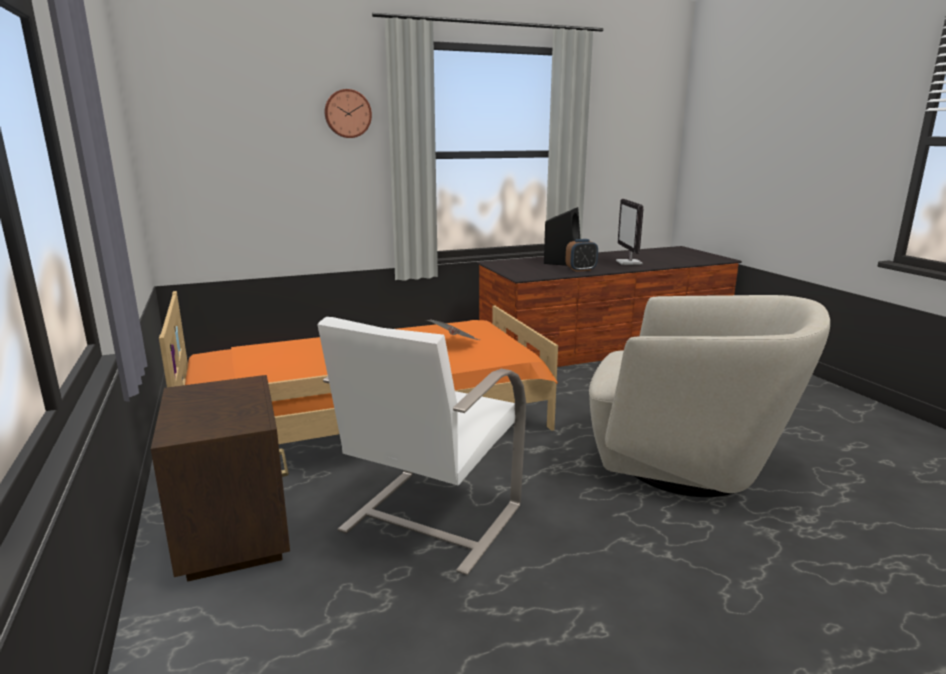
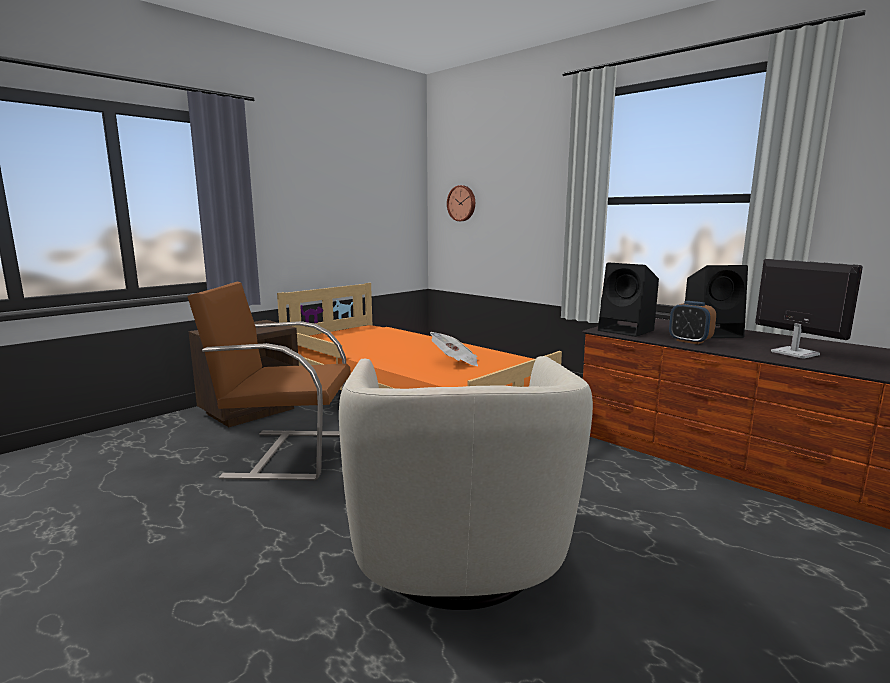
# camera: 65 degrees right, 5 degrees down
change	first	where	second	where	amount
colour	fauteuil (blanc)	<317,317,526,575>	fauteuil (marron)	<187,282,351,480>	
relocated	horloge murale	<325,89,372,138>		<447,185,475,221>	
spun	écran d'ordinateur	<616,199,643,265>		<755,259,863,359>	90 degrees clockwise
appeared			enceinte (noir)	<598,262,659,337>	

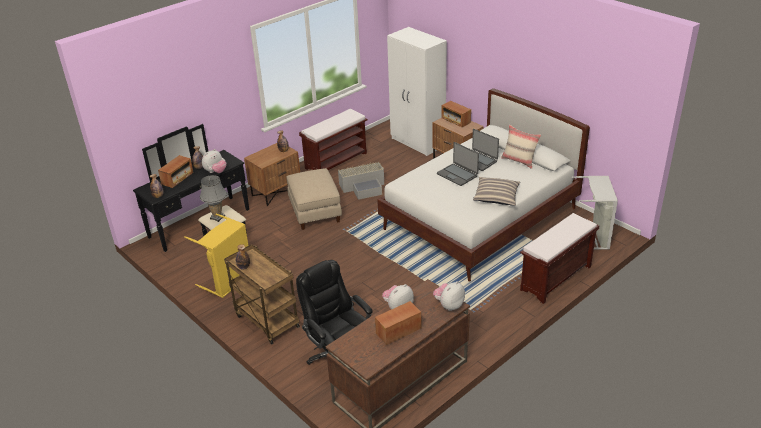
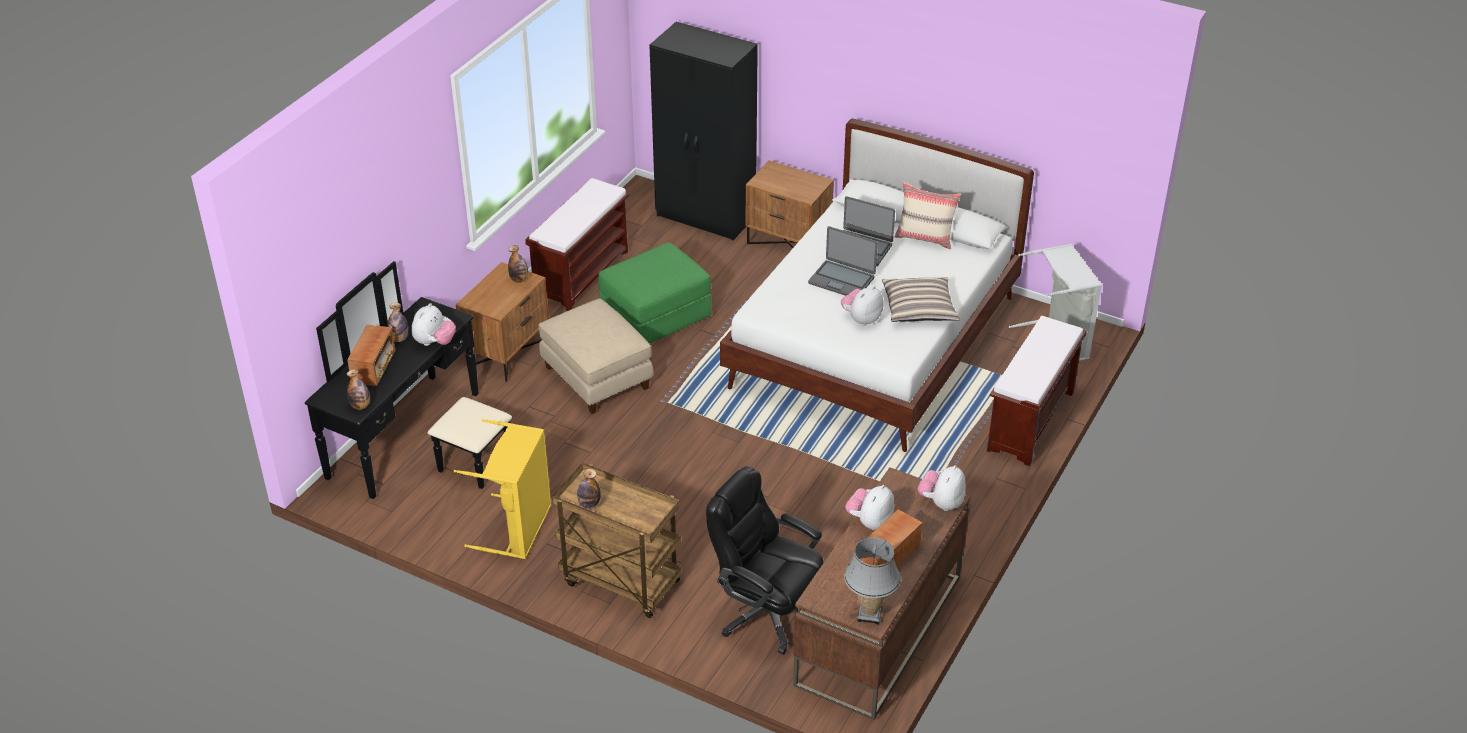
# camera: 20 degrees left, 5 degrees up
change	first	where	second	where	amount
relocated	lampe de table (gris)	<200,175,227,222>		<844,537,901,625>	
exchanged	boîte de rangement (gris)	<338,161,384,200>	pouf (vert)	<598,242,711,343>	
colour	armoire (blanc)	<387,27,447,156>	armoire (noir)	<649,22,758,240>	
missing	radio	<441,101,471,127>			
appeared			peluche	<841,286,883,326>	

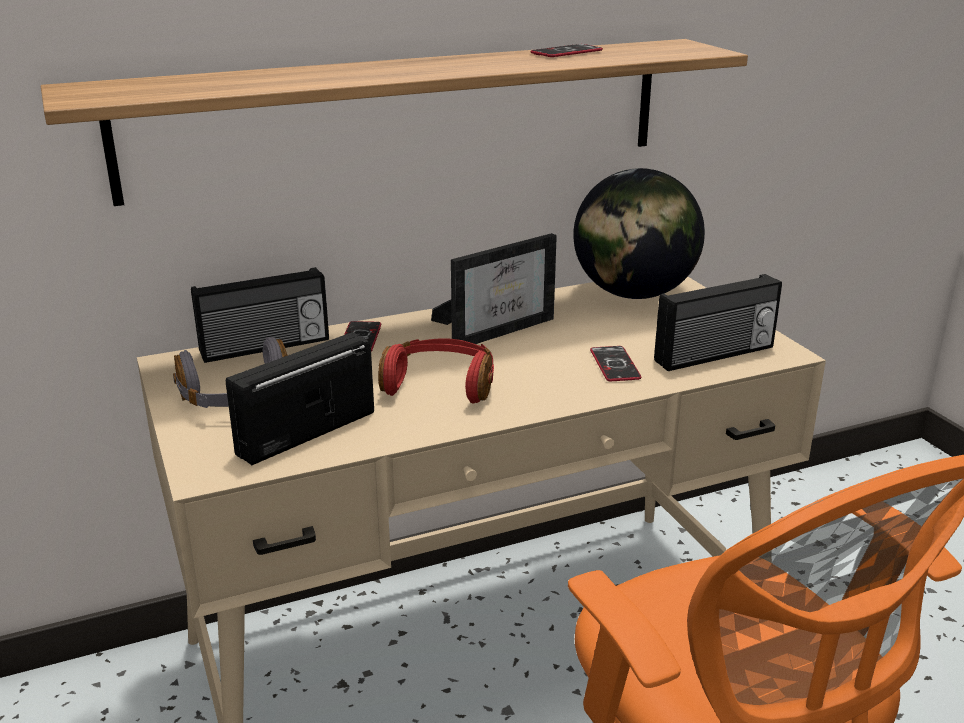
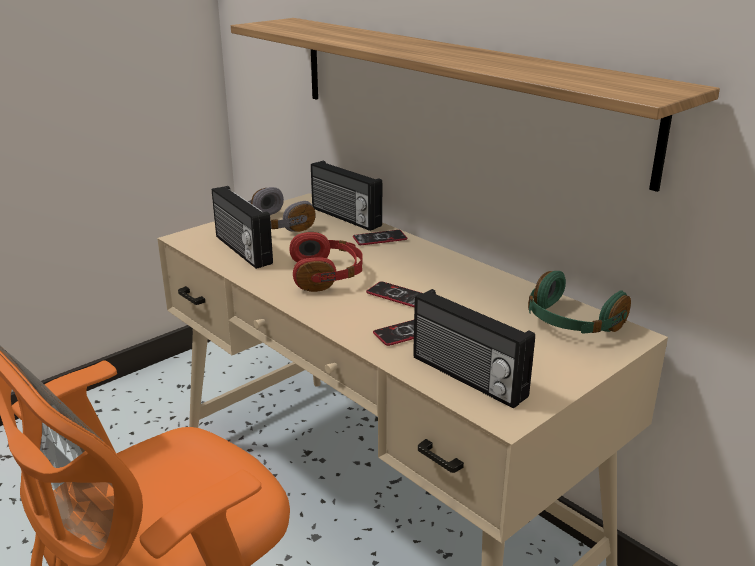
# camera: 70 degrees right, 0 degrees up
change	first	where	second	where	amount
spun	radio	<226,332,374,465>		<212,186,273,269>	150 degrees counterclockwise
missing	cadre photo	<431,233,557,344>			
relocated	téléphone	<531,44,603,57>		<366,281,423,307>	
exchanged	globe	<573,168,705,299>	casque audio (vert)	<528,271,631,334>	

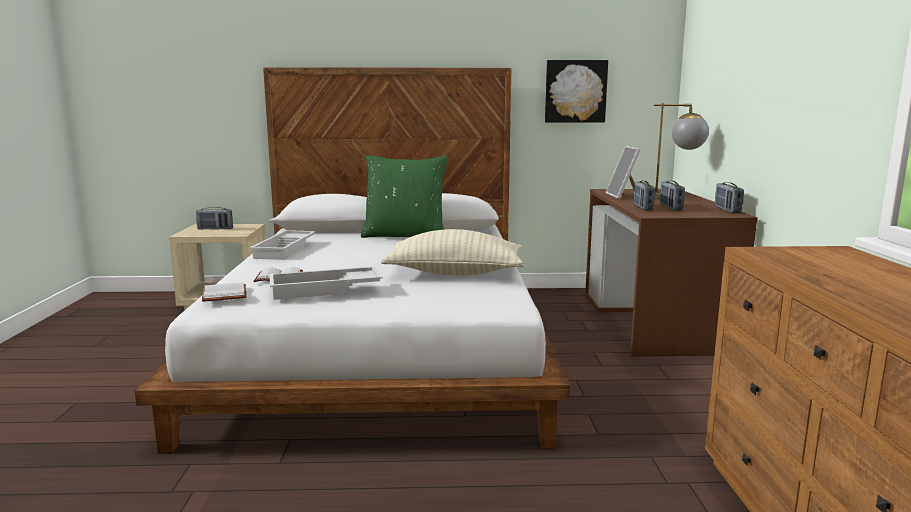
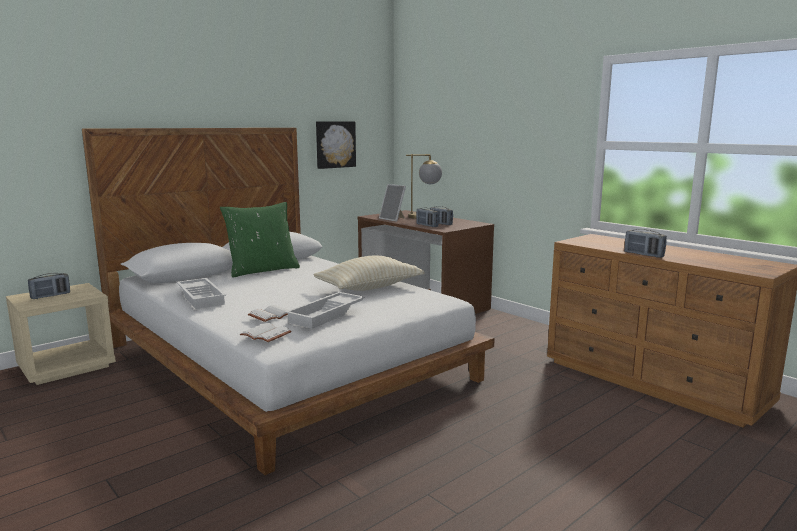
# camera: 40 degrees left, 0 degrees up
change	first	where	second	where	amount
relocated	radio	<715,182,744,213>		<624,229,667,258>	

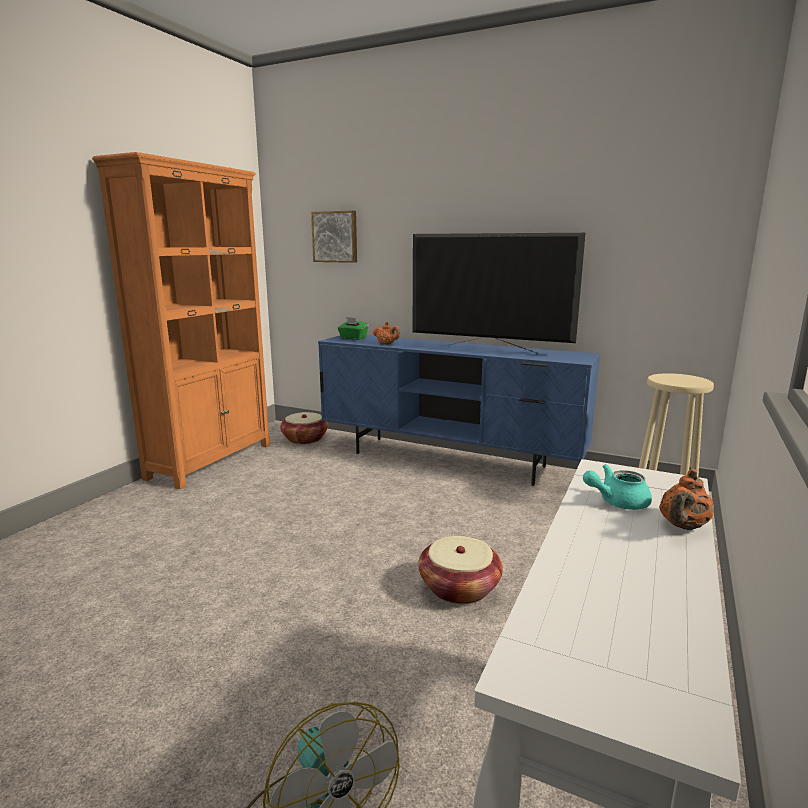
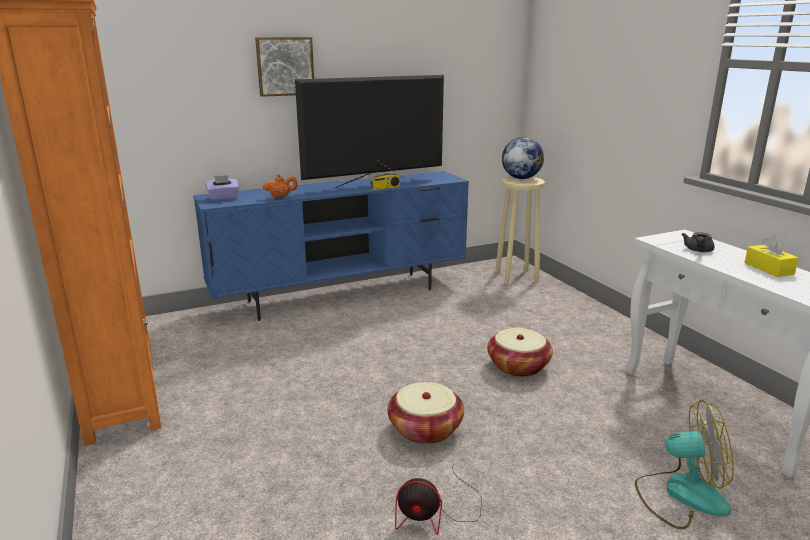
# camera: 50 degrees left, 5 degrees up
change	first	where	second	where	amount
relocated	panier	<280,412,328,444>		<388,382,464,444>	
relocated	tableau	<311,211,357,263>		<255,37,314,97>	
colour	boîte à mouchoirs (vert)	<338,317,368,340>	boîte à mouchoirs (violet)	<205,175,239,201>	
colour	théière (turquoise)	<583,464,652,510>	théière (gris)	<681,232,715,252>	
missing	théière (orange)	<659,469,714,530>			
appeared			radio	<370,159,400,190>	
appeared			ventilateur	<395,462,482,535>	
appeared			globe	<502,137,544,179>	
appeared			boîte à mouchoirs (jaune)	<744,235,799,277>	

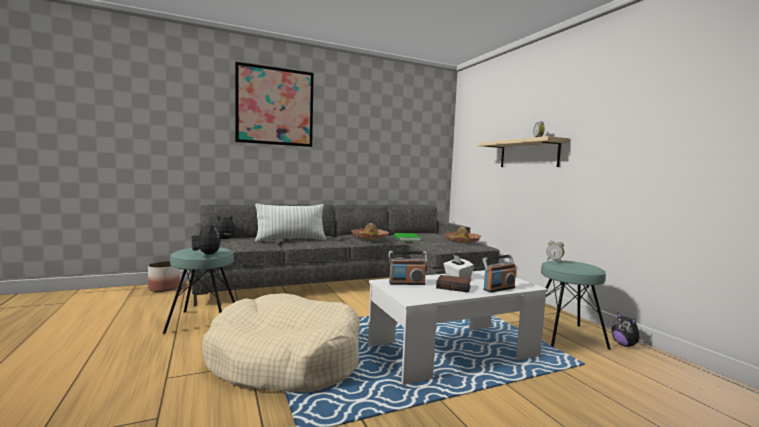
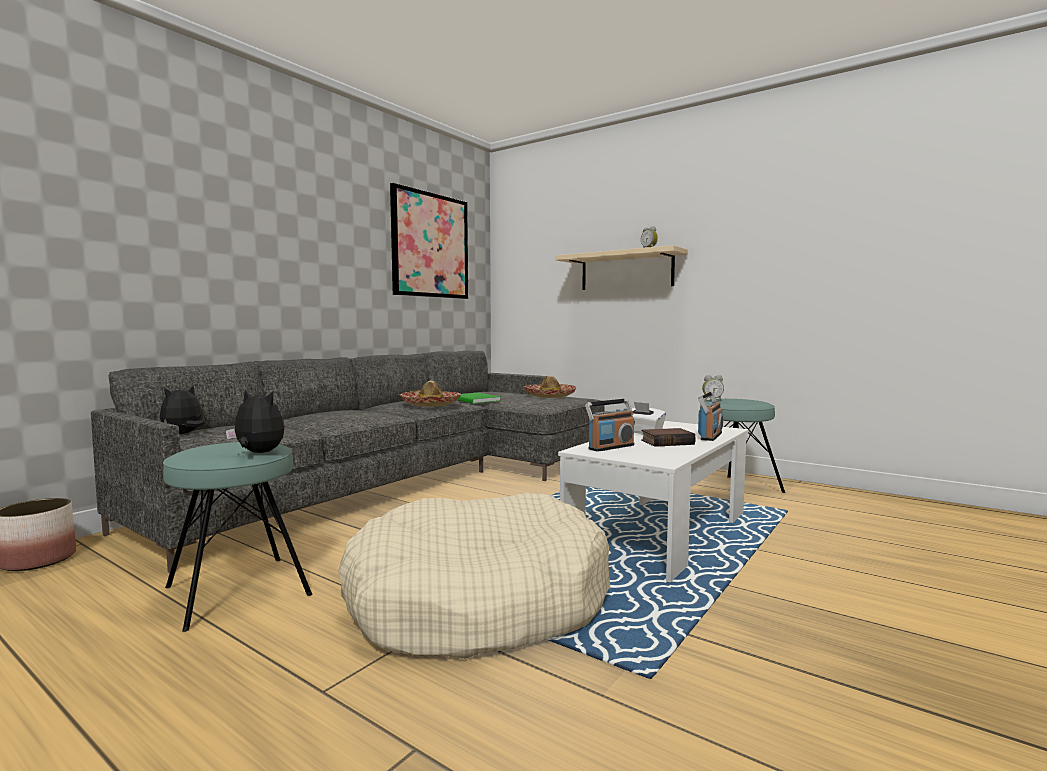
# camera: 30 degrees left, 0 degrees up
change	first	where	second	where	amount
relocated	tableau	<235,61,314,147>		<390,183,468,299>	
missing	coussin	<255,204,326,242>			
missing	peluche	<611,312,645,347>			

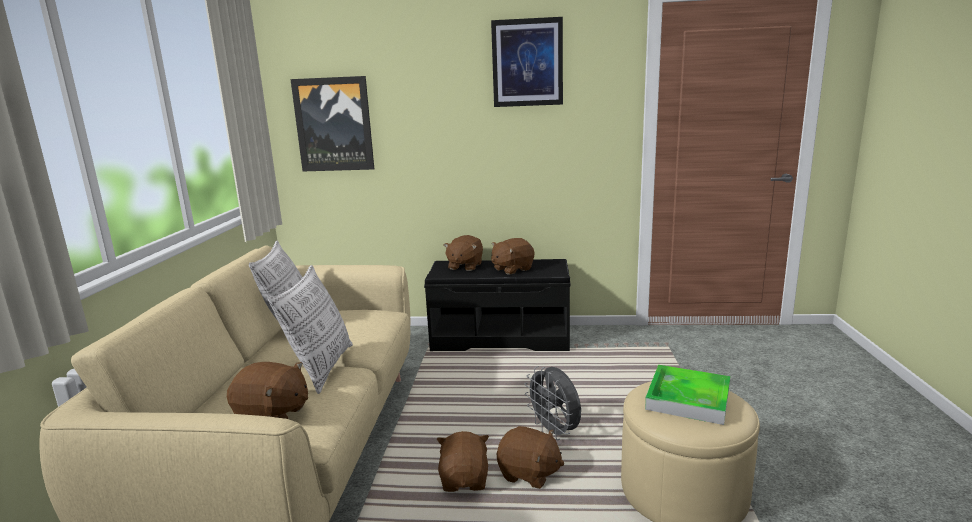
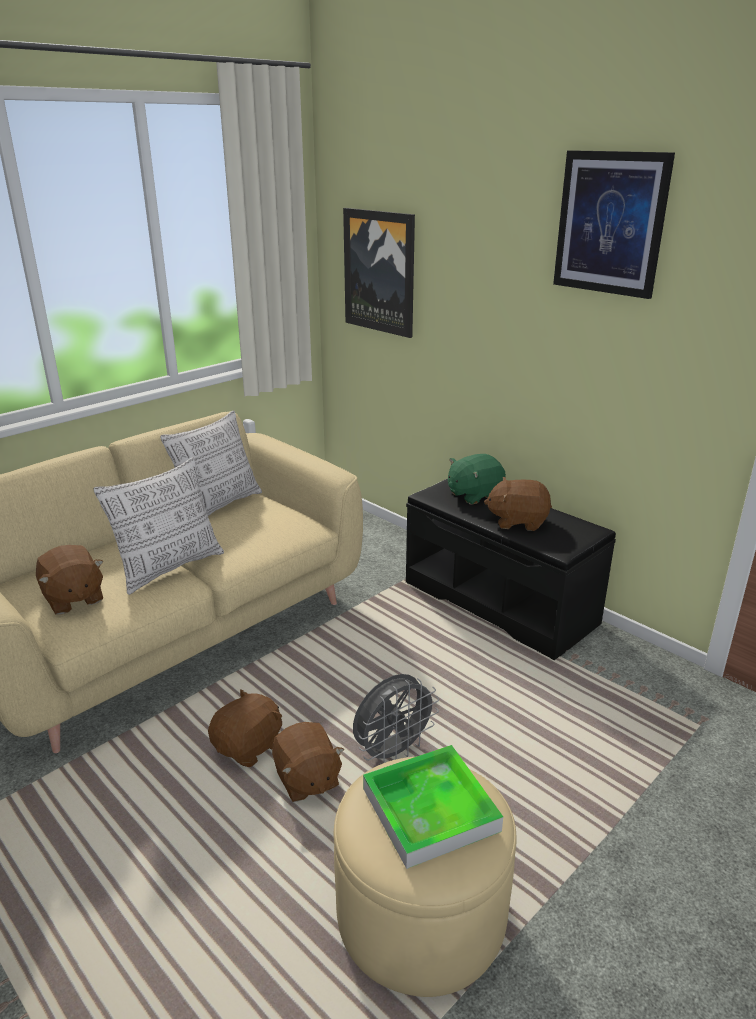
# camera: 40 degrees right, 10 degrees up
change	first	where	second	where	amount
colour	peluche (marron)	<444,235,483,271>	peluche (vert)	<448,454,506,504>	
spun	ventilateur (gris)	<524,366,581,440>		<353,674,439,764>	135 degrees counterclockwise

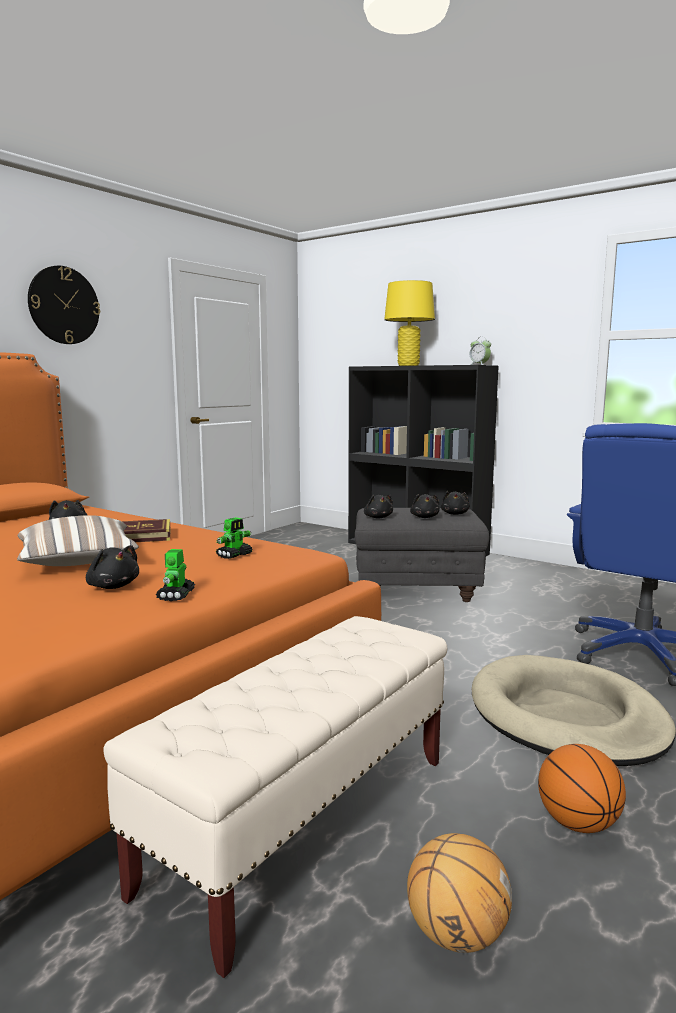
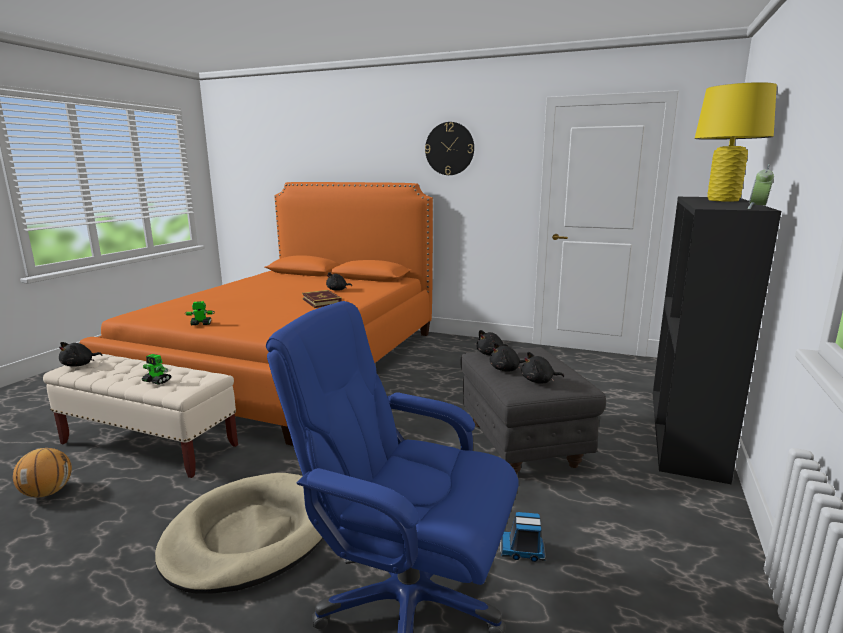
# camera: 75 degrees right, 5 degrees up
change	first	where	second	where	amount
missing	coussin	<17,515,139,566>			
relocated	peluche (noir)	<86,545,139,589>		<59,342,102,367>	
relocated	robot jouet	<216,517,253,559>		<142,354,171,385>	
missing	ballon de basket	<538,744,626,833>			
appeared			camion jouet	<500,512,546,562>	

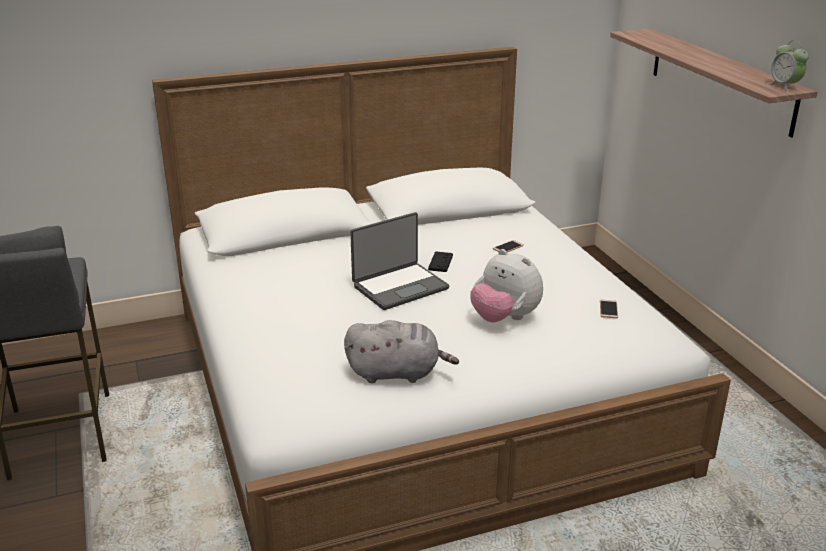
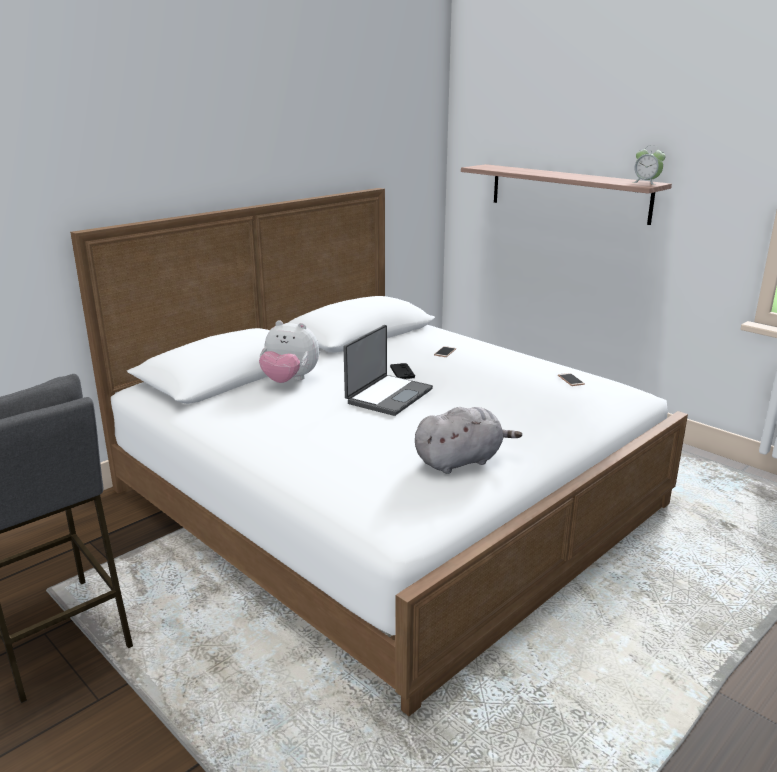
# camera: 25 degrees left, 5 degrees down
change	first	where	second	where	amount
relocated	peluche	<470,249,543,322>		<259,320,319,383>	

